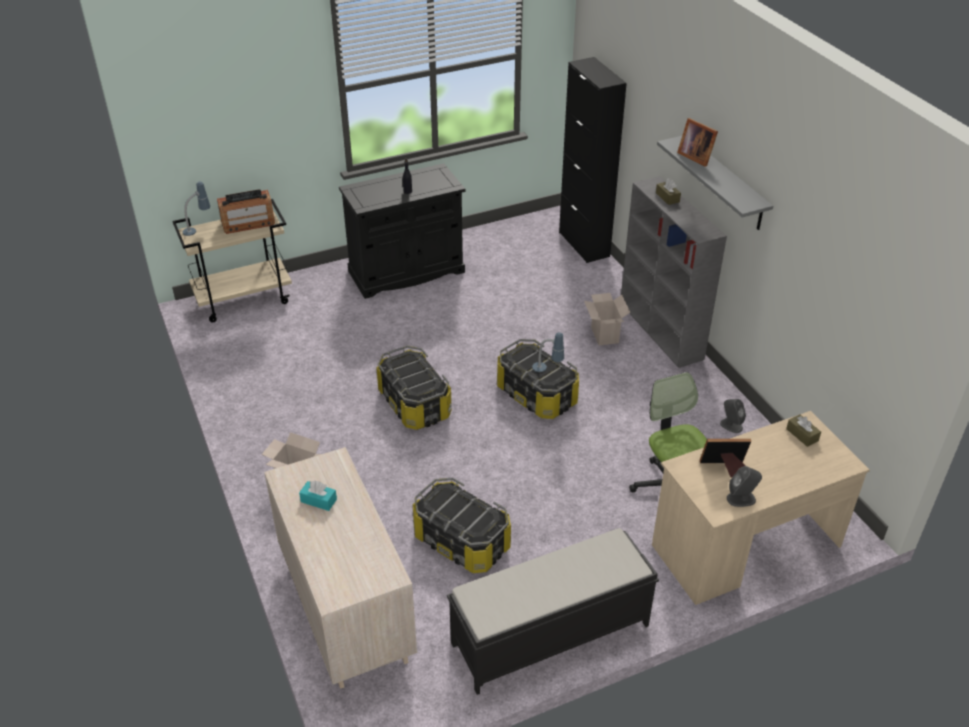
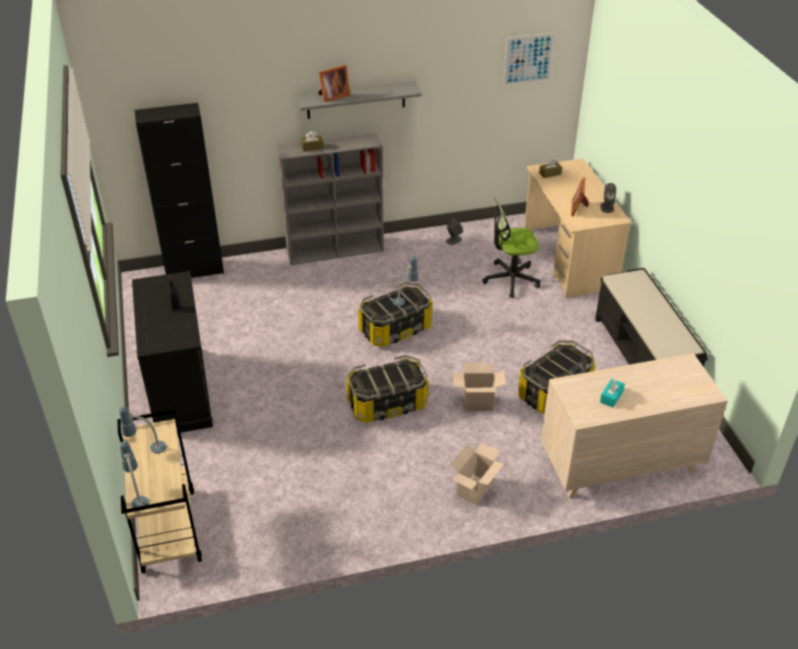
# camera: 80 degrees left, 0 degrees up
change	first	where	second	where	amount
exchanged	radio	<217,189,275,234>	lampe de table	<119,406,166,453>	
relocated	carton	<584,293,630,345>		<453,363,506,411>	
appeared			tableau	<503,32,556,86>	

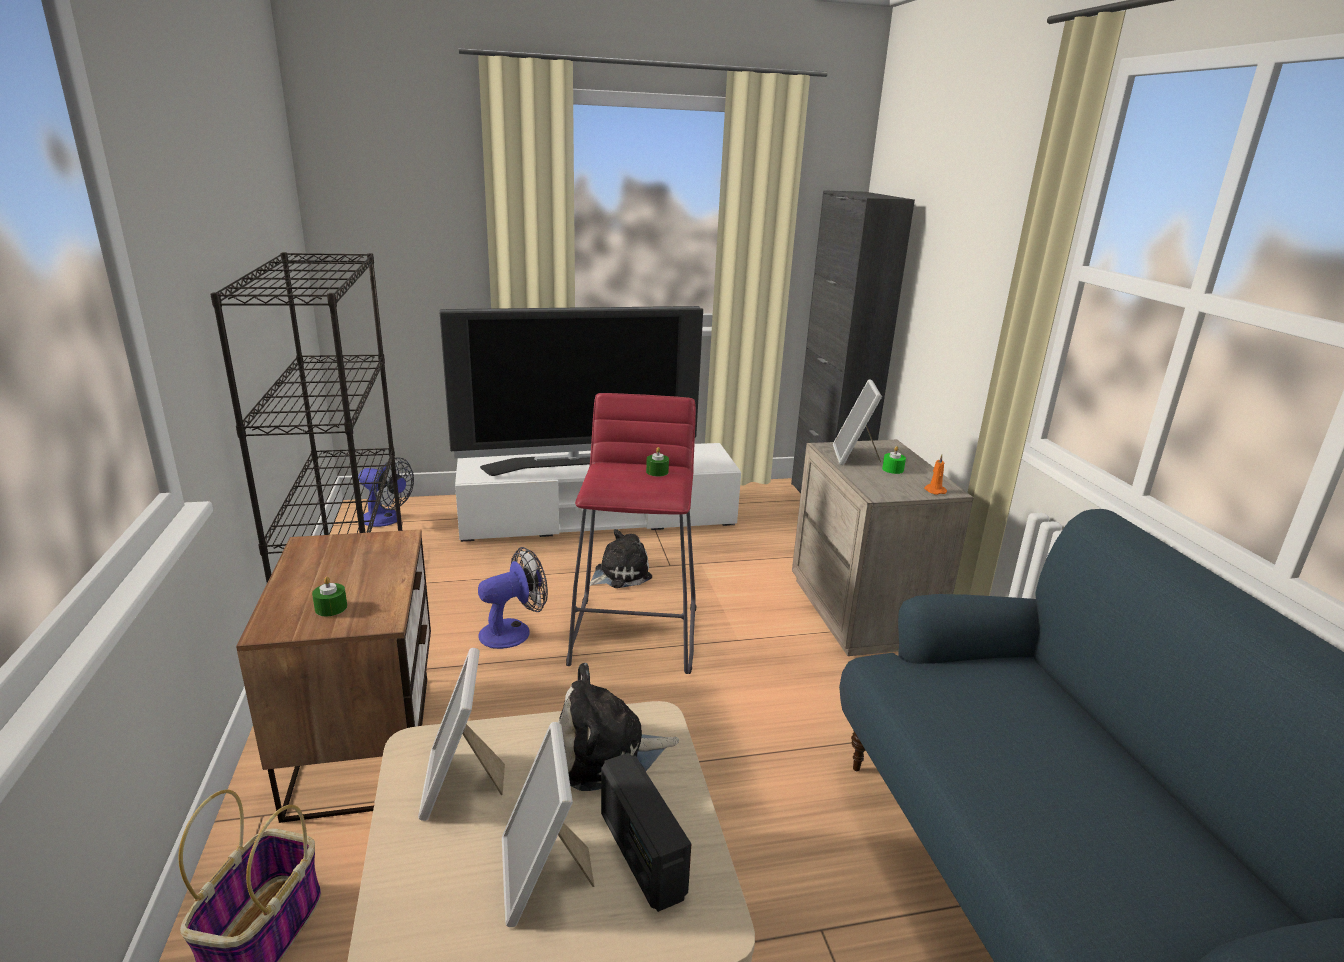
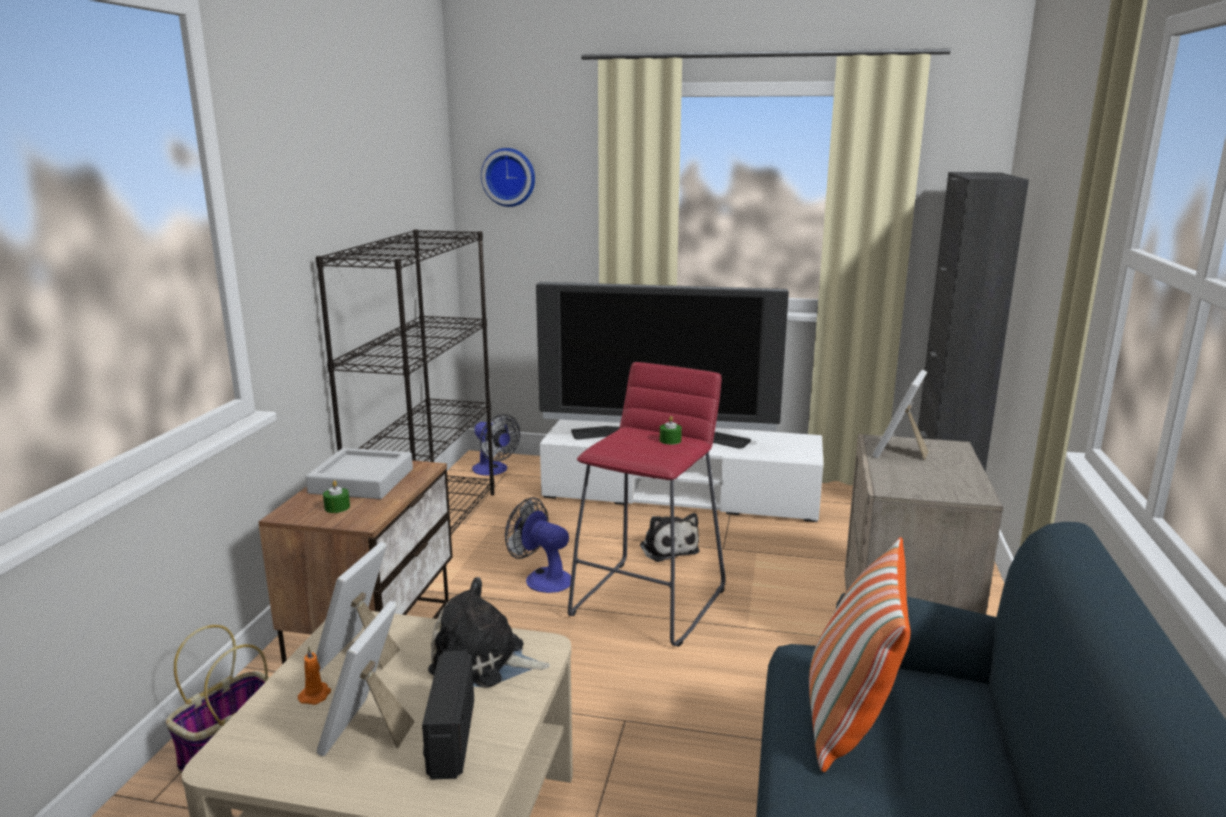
# camera: 25 degrees right, 5 degrees down
change	first	where	second	where	amount
spun	ventilateur	<478,547,548,649>		<505,497,571,593>	135 degrees counterclockwise
spun	peluche	<590,529,652,588>		<640,513,700,562>	75 degrees clockwise
missing	bougie (vert)	<882,446,906,474>			
relocated	bougie (orange)	<924,454,947,495>		<298,646,331,705>	
appeared			plateau (gris)	<306,448,413,499>	
appeared			horloge murale	<481,148,535,207>	
appeared			coussin	<809,537,910,772>	

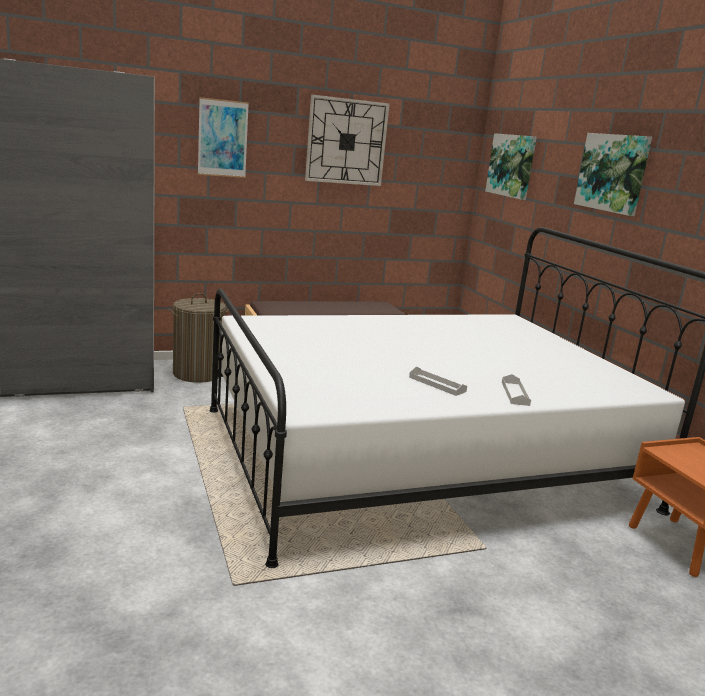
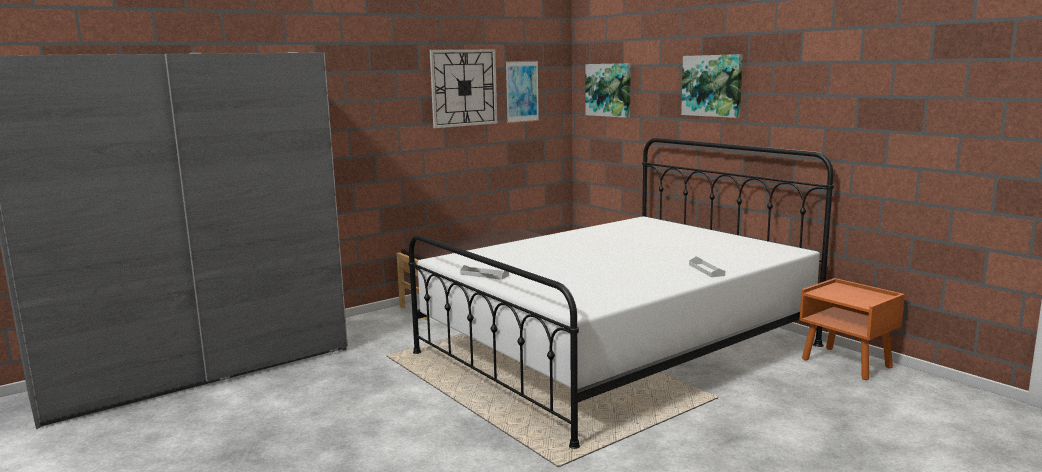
# camera: 15 degrees left, 5 degrees down
change	first	where	second	where	amount
missing	panier à linge	<168,293,229,383>			
relocated	tableau	<198,97,249,178>		<505,61,539,123>	
relocated	plateau (blanc)	<409,367,467,396>		<460,265,509,280>	

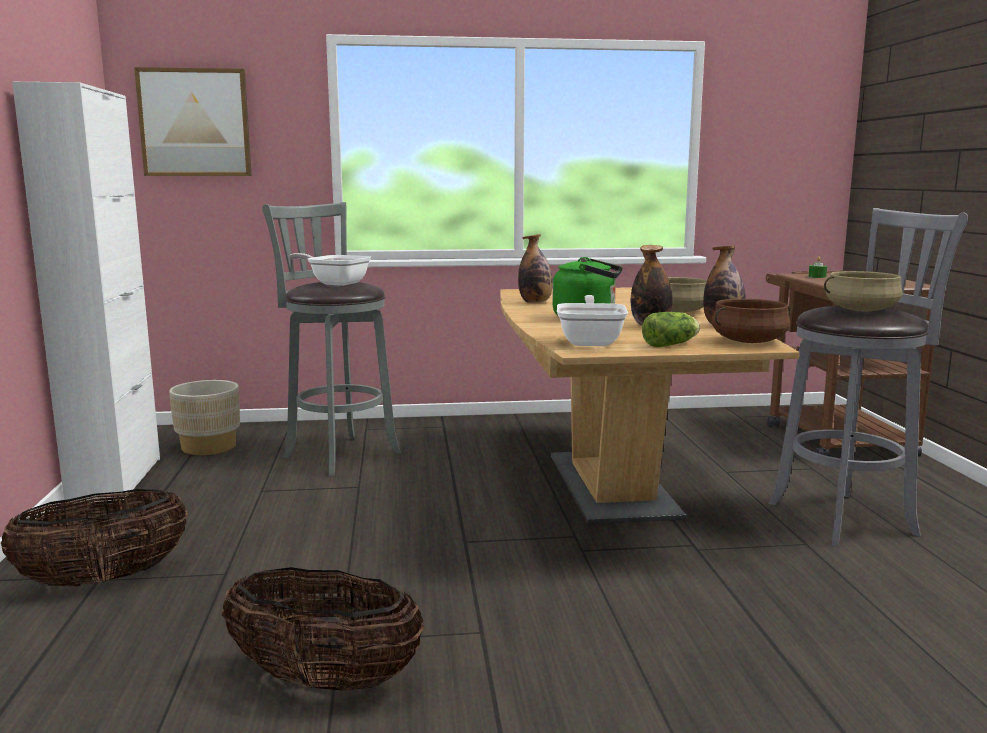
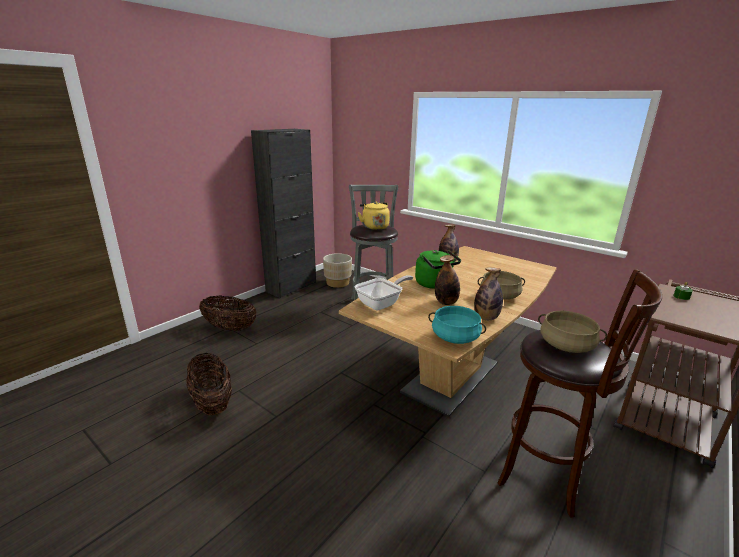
# camera: 45 degrees right, 10 degrees up
change	first	where	second	where	amount
colour	meuble de rangement (blanc)	<12,82,160,504>	meuble de rangement (noir)	<251,129,316,298>	
missing	tableau	<134,67,252,176>			
exchanged	poêle	<289,253,371,286>	bouilloire (jaune)	<358,202,390,230>	
missing	laitue	<642,312,700,347>			
colour	marmite (marron)	<711,299,791,343>	marmite (turquoise)	<428,306,486,344>	
colour	tabouret (gris)	<769,208,968,547>	tabouret (marron)	<497,269,662,518>	

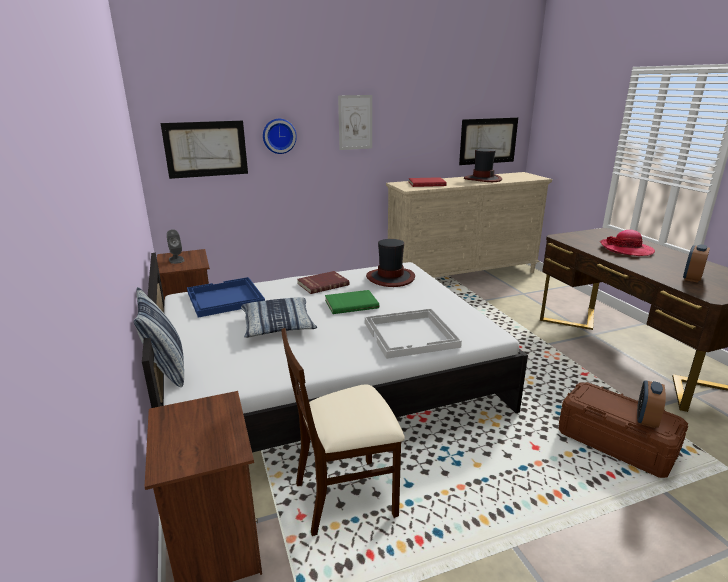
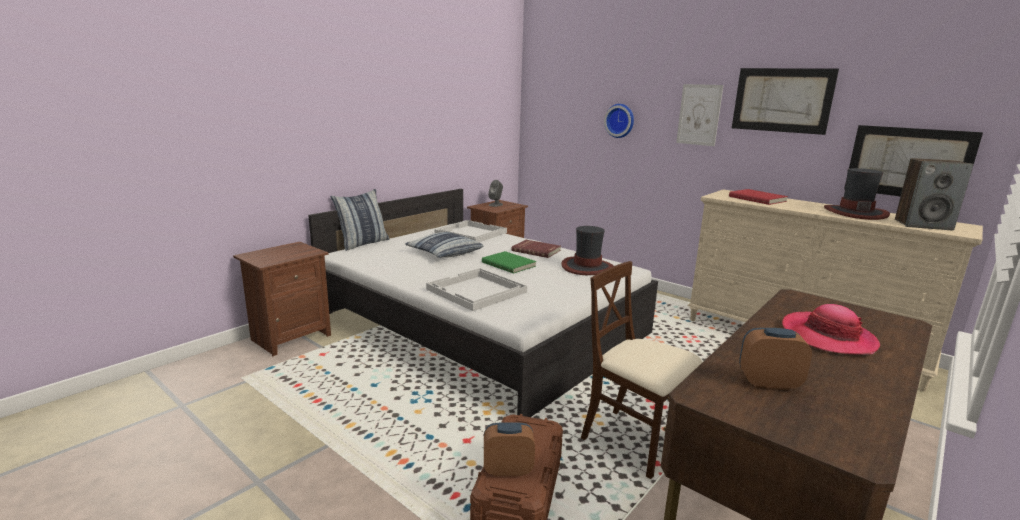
# camera: 60 degrees right, 5 degrees down
change	first	where	second	where	amount
relocated	tableau	<161,121,248,179>		<732,68,839,135>	
colour	plateau (bleu)	<187,277,265,317>	plateau (blanc)	<435,220,507,243>	
relocated	chaise (beige)	<281,328,405,536>		<581,261,702,479>	
appeared			enceinte	<895,158,973,230>	

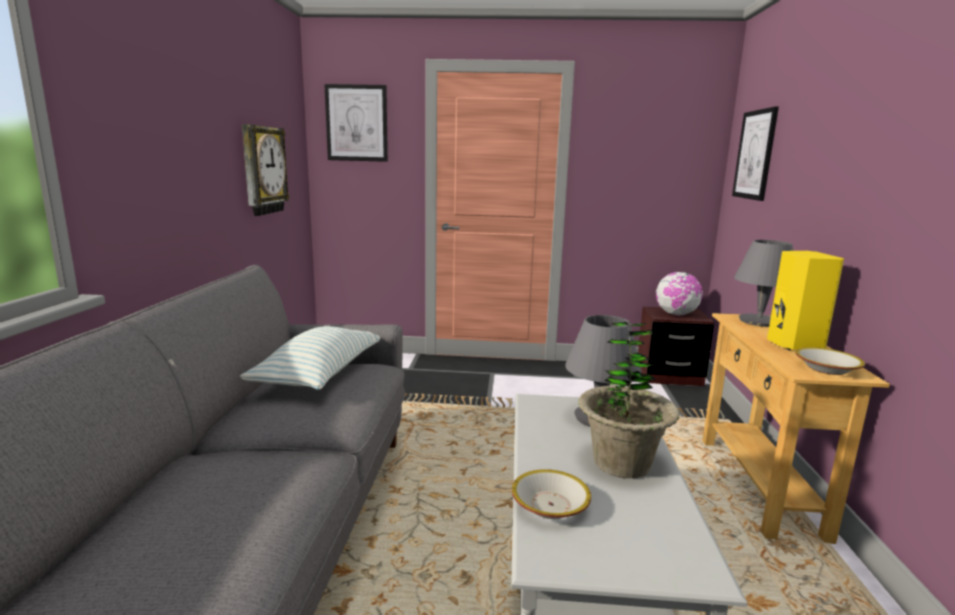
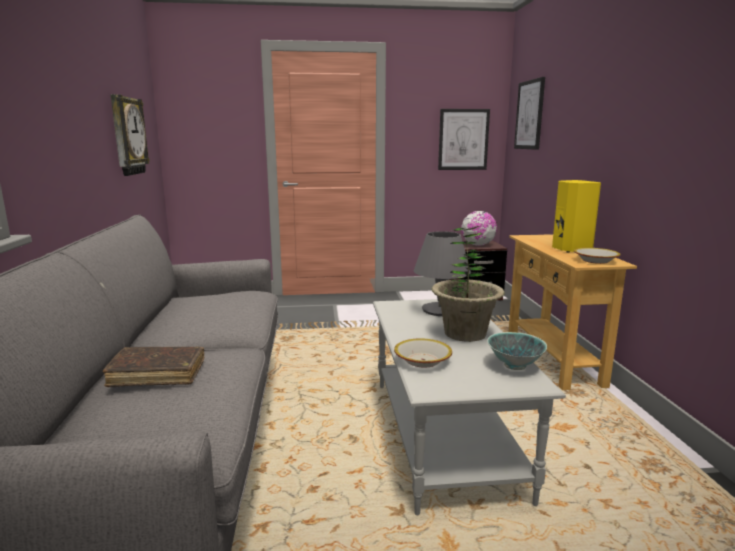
# camera: 10 degrees left, 0 degrees up
change	first	where	second	where	amount
missing	coussin	<240,326,380,390>			
relocated	tableau	<324,84,388,162>		<438,109,490,170>	
missing	lampe de table (gris)	<734,240,793,327>			
appeared			livre (marron)	<103,346,204,387>	
appeared			bol	<487,332,547,370>	

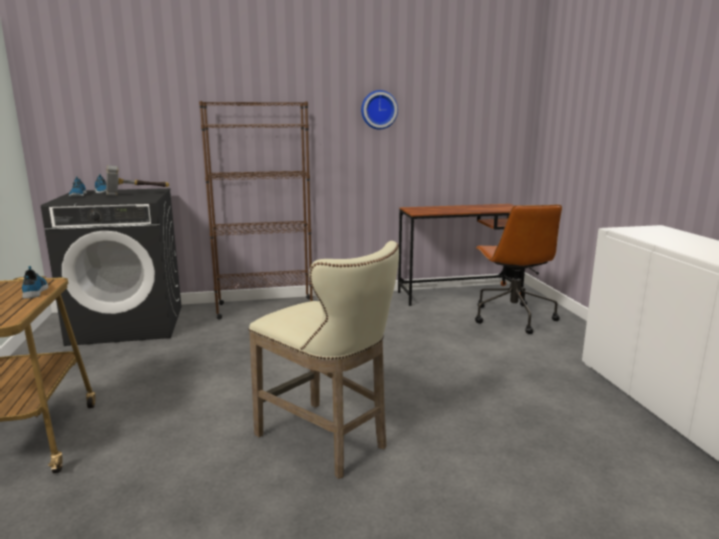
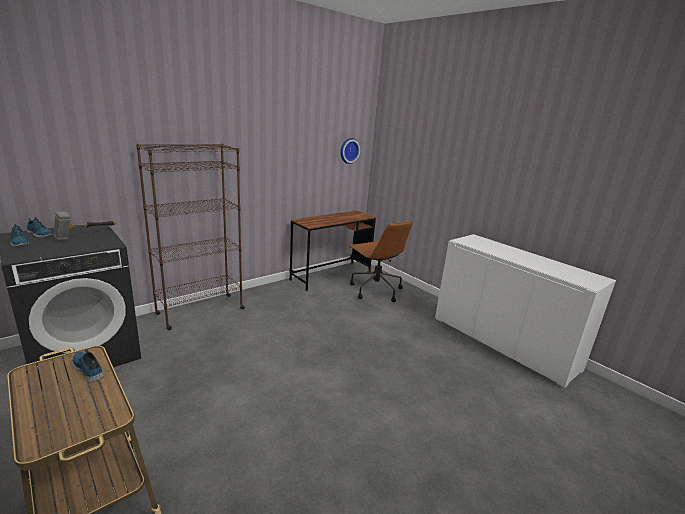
# camera: 30 degrees left, 5 degrees up
change	first	where	second	where	amount
missing	tabouret (beige)	<248,241,399,479>			
relocated	horloge murale	<361,90,398,130>		<340,138,360,164>	

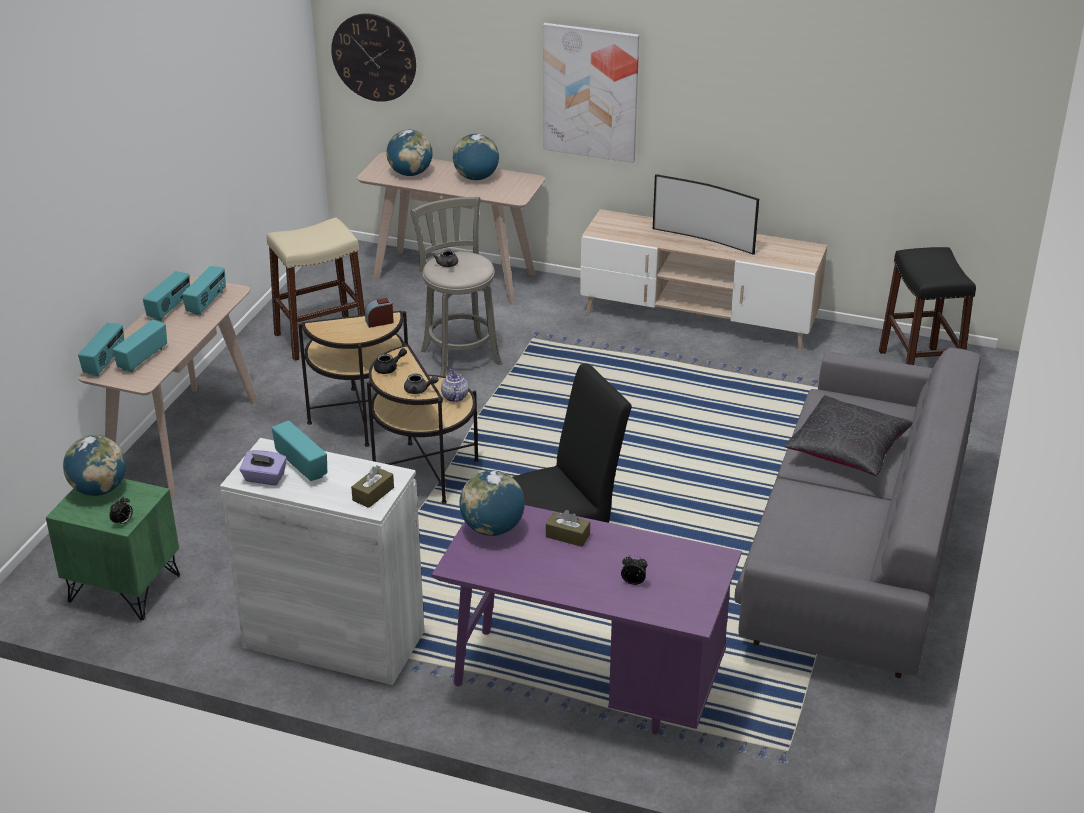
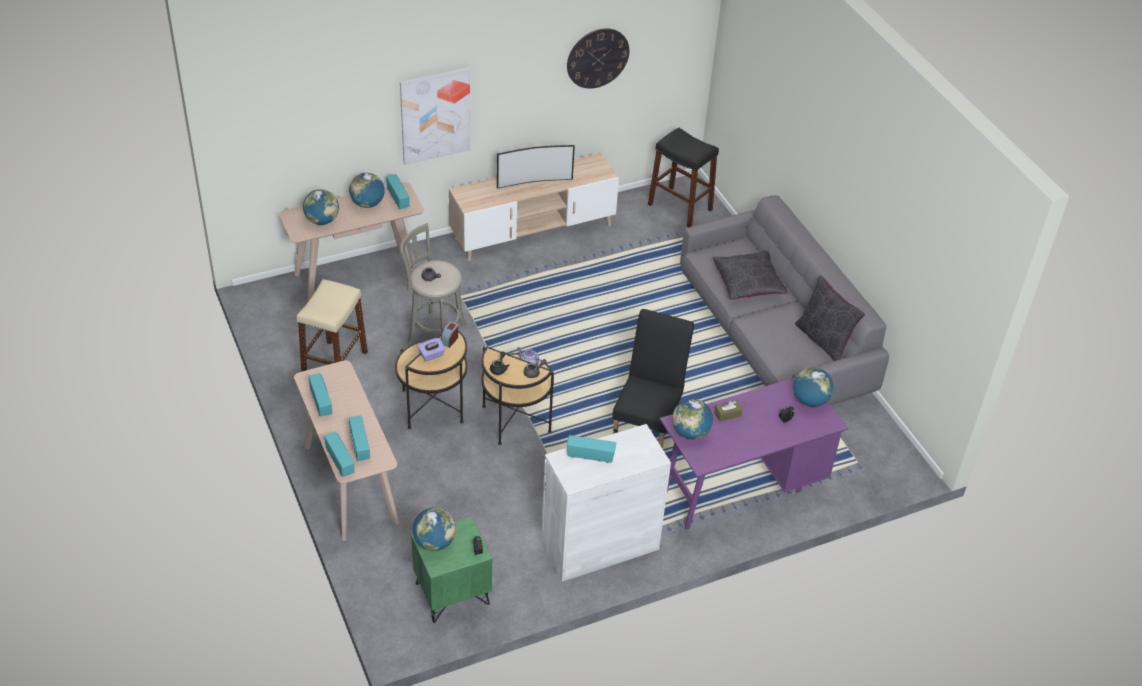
# camera: 45 degrees left, 10 degrees up
change	first	where	second	where	amount
relocated	radio	<182,266,226,316>		<386,174,410,209>	
relocated	boîte à mouchoirs (violet)	<239,450,287,485>		<418,338,446,361>	
relocated	horloge murale	<331,13,416,102>		<567,28,629,89>	
missing	boîte à mouchoirs (marron)	<351,465,394,508>			
appeared			globe	<793,367,833,407>	
appeared			coussin (noir)	<795,275,865,361>	

